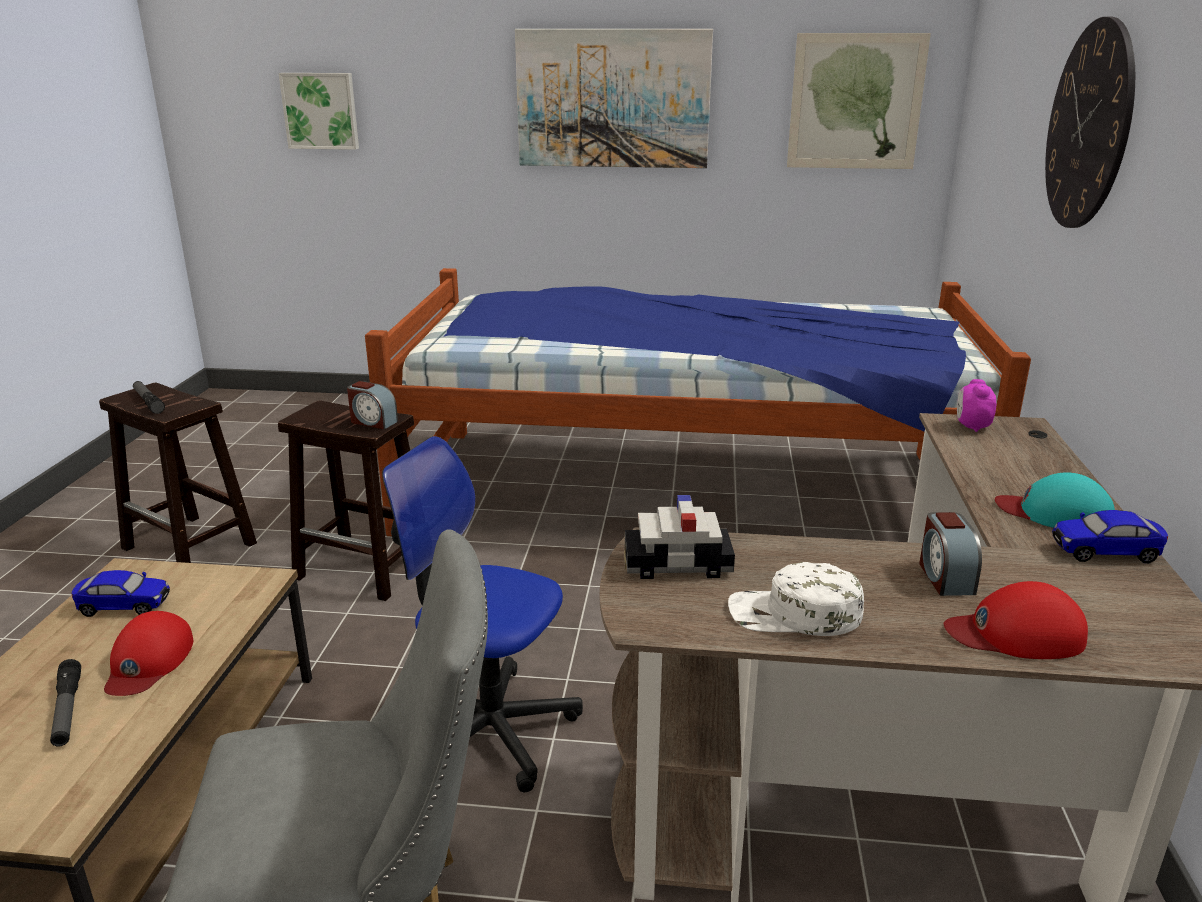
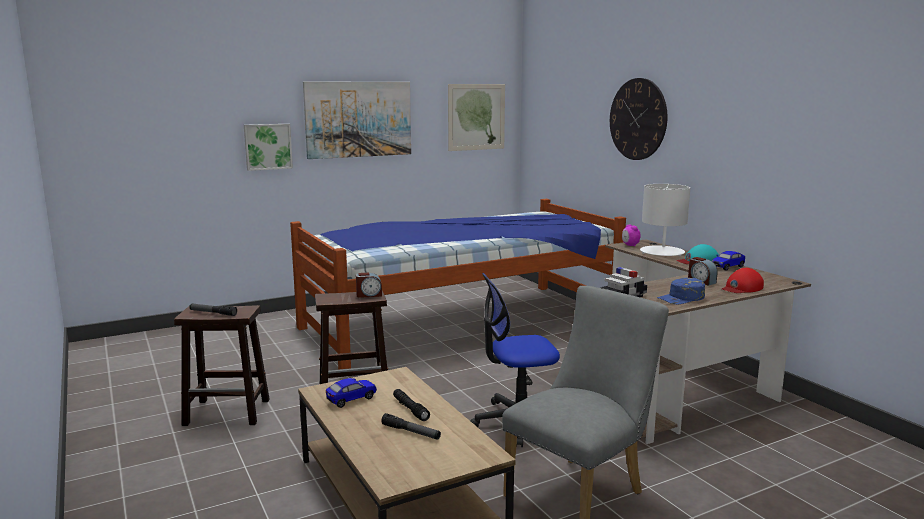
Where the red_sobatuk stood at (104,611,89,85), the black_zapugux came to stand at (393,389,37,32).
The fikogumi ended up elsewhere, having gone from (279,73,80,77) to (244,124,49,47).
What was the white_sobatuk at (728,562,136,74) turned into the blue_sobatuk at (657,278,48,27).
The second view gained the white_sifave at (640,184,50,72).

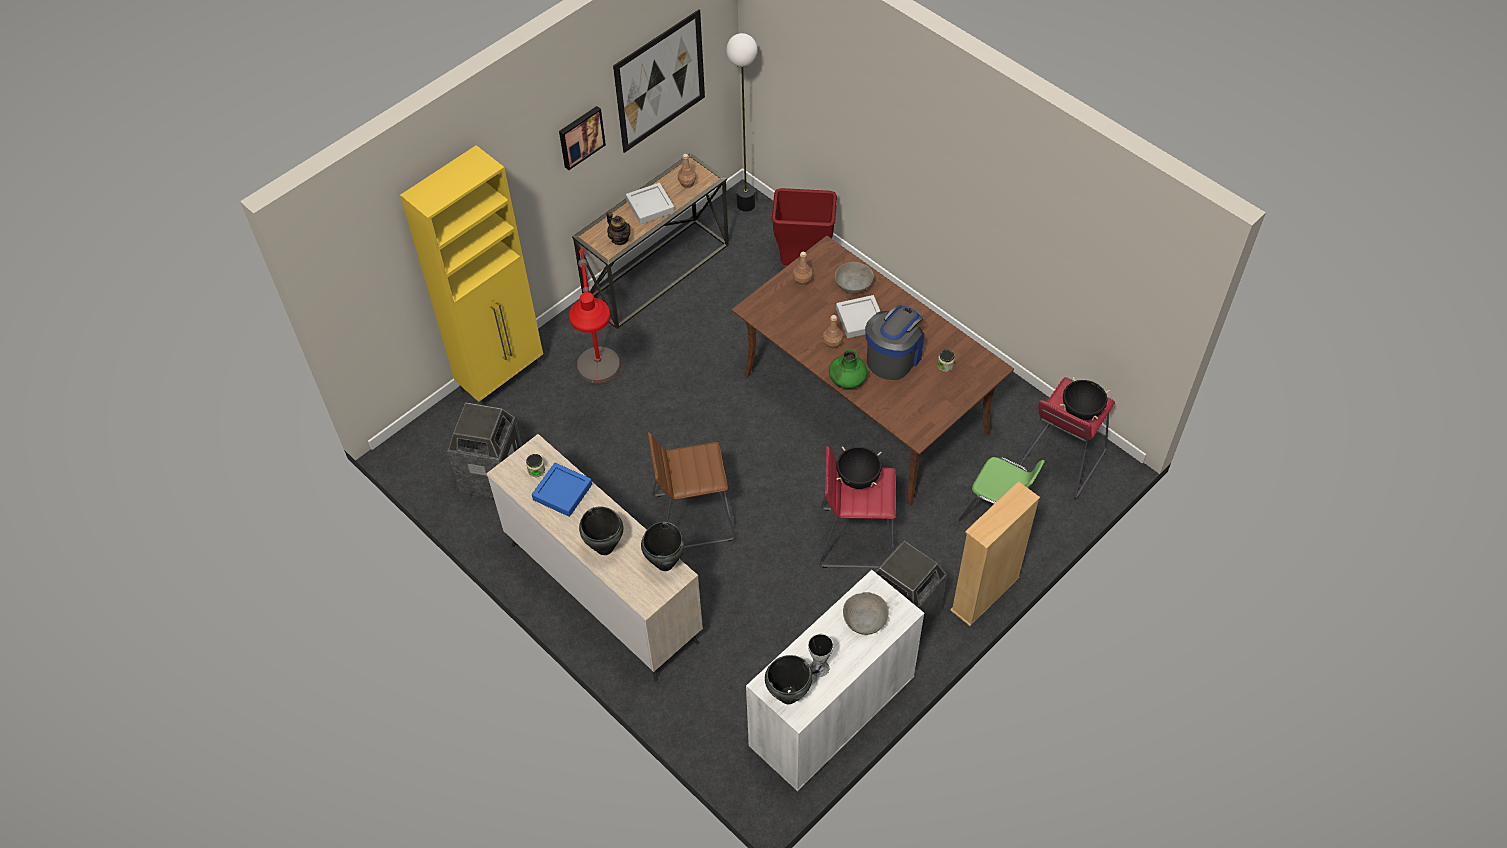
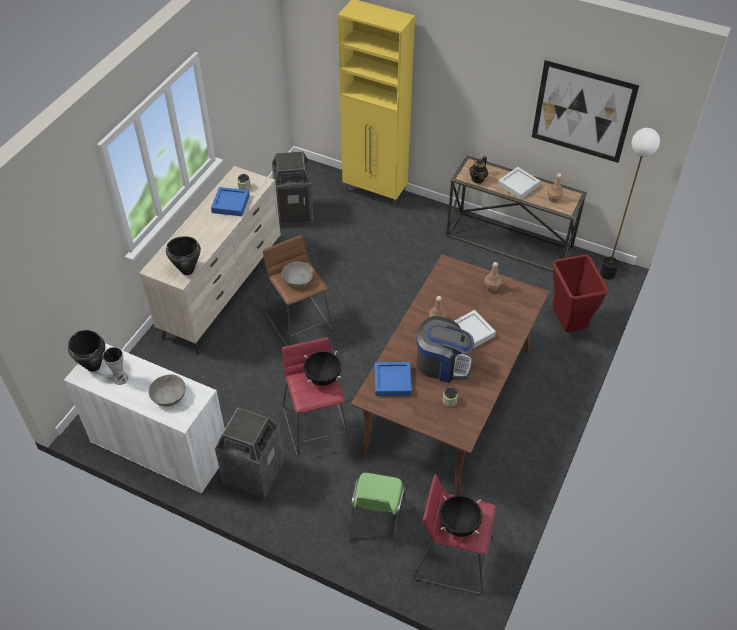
The second view lost the fikogumi at (559,106,47,64).
The second view lost the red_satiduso at (569,248,52,135).
The second view lost the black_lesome at (579,507,44,48).
The second view lost the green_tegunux at (829,349,38,40).
The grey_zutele ended up elsewhere, having gone from (835,262,39,32) to (282,262,31,25).
The second view lost the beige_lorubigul at (950,481,90,145).
The second view gained the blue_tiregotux at (375,362,37,34).

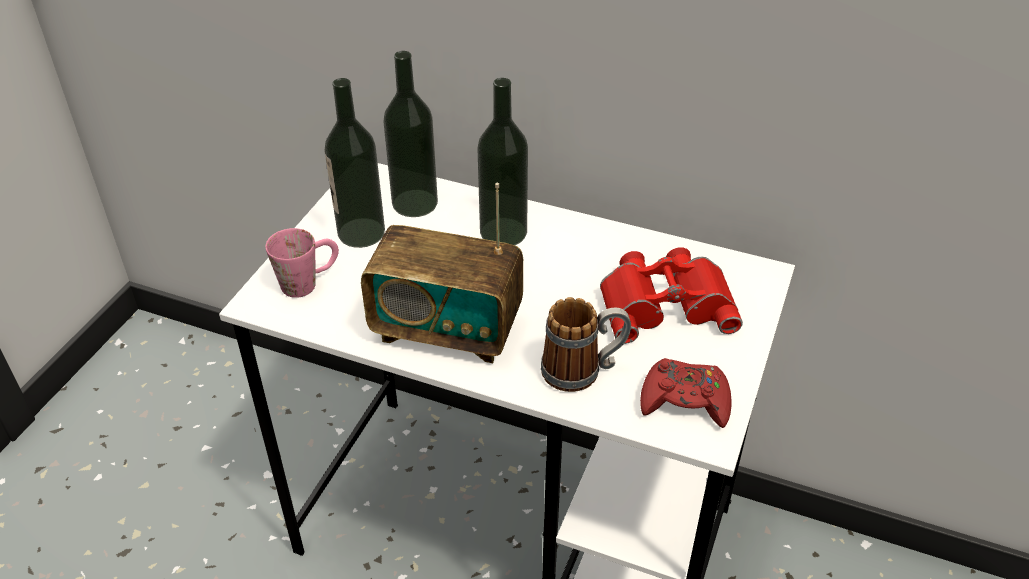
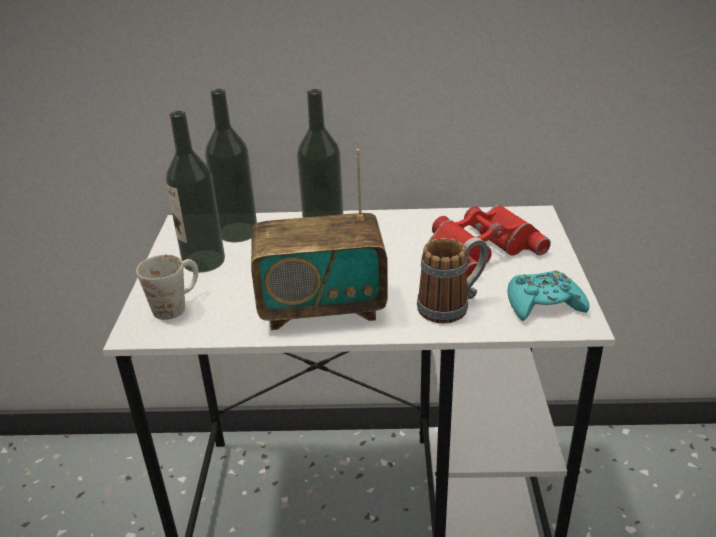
What was the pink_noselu at (266,228,73,70) turned into the white_noselu at (136,255,62,65).
What was the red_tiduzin at (640,358,91,70) turned into the turquoise_tiduzin at (507,270,82,51).

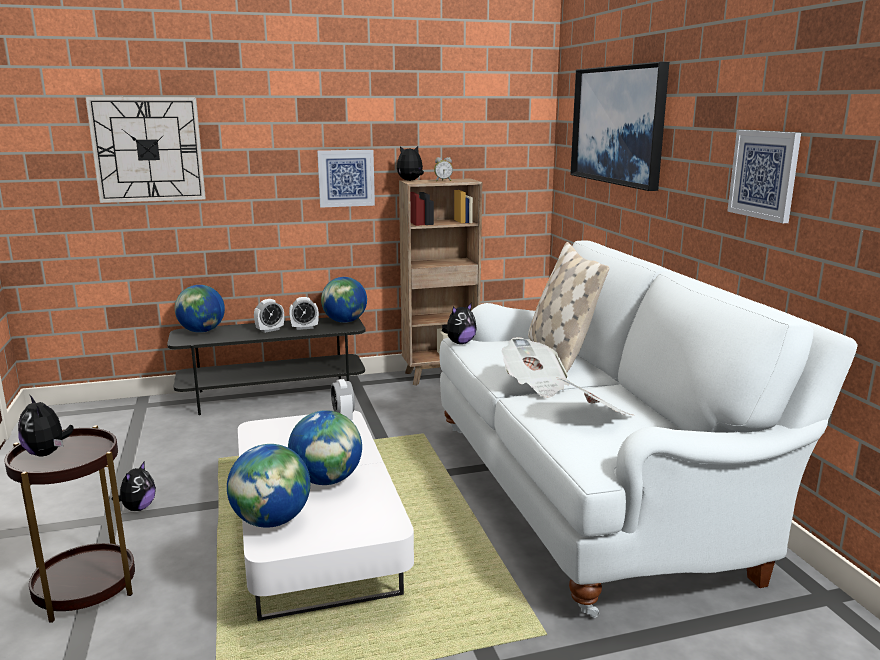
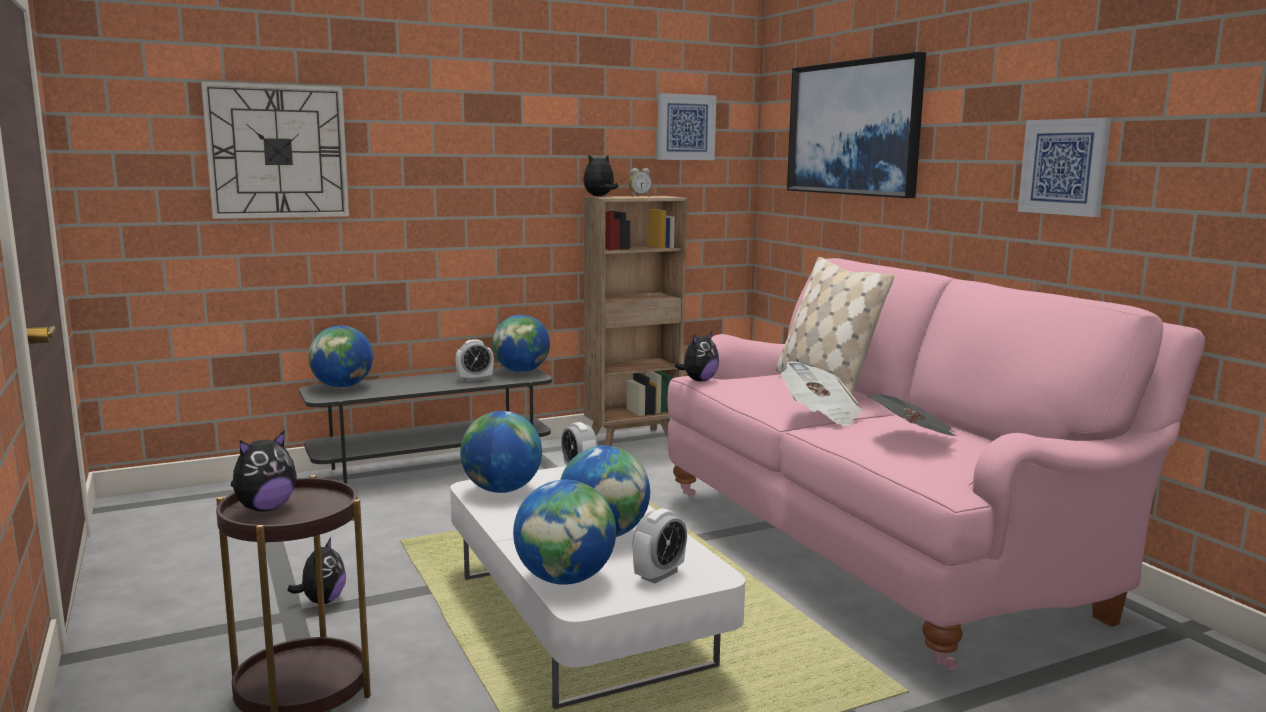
The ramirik at (18,394,56,62) ended up facing another way, 90 degrees counterclockwise from before.
The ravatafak ended up elsewhere, having gone from (254,299,30,34) to (632,508,55,76).
The fikogumi ended up elsewhere, having gone from (317,150,58,58) to (657,93,59,67).
What was the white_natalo at (439,241,419,377) turned into the pink_natalo at (667,258,538,412).
The second view gained the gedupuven at (460,411,82,82).

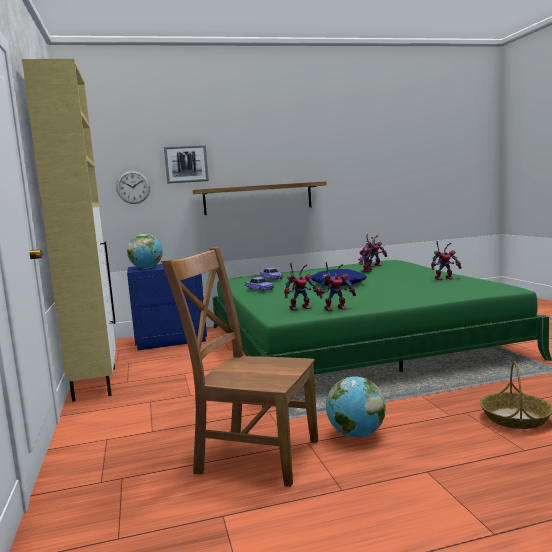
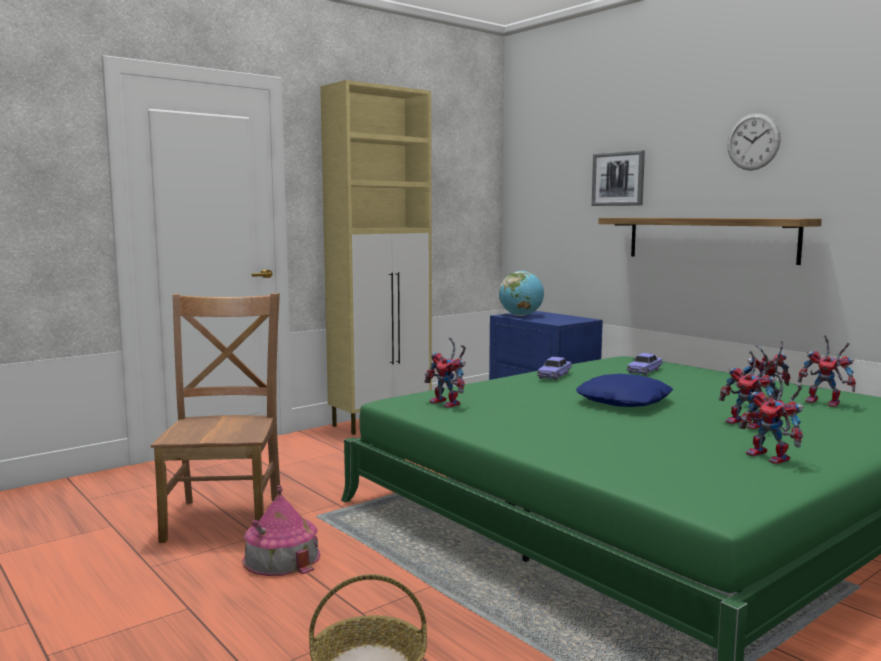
The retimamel ended up elsewhere, having gone from (116,171,34,33) to (727,113,54,58).
The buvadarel ended up elsewhere, having gone from (319,262,37,49) to (719,351,57,79).
Where the gedupuven stood at (326,376,60,62), the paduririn came to stand at (243,485,78,91).

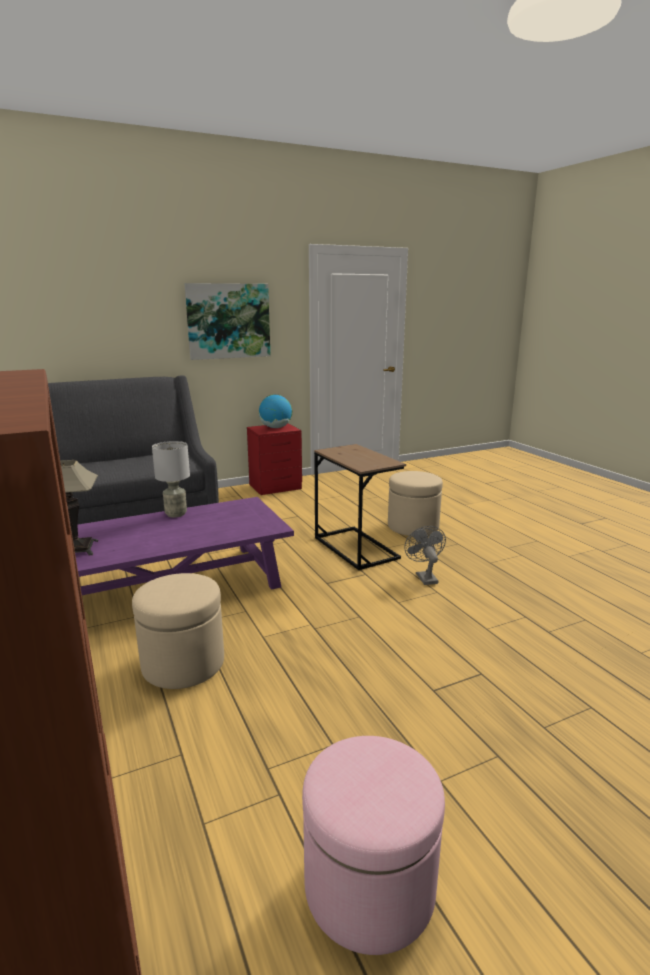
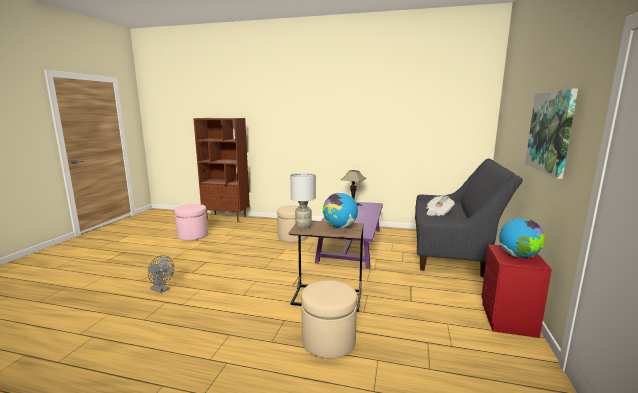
The grey_sifave ended up elsewhere, having gone from (152,441,38,76) to (290,173,26,56).
The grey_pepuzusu ended up elsewhere, having gone from (405,526,41,59) to (148,255,26,38).
The second view gained the gedupuven at (323,193,35,35).
The second view gained the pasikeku at (426,195,29,21).

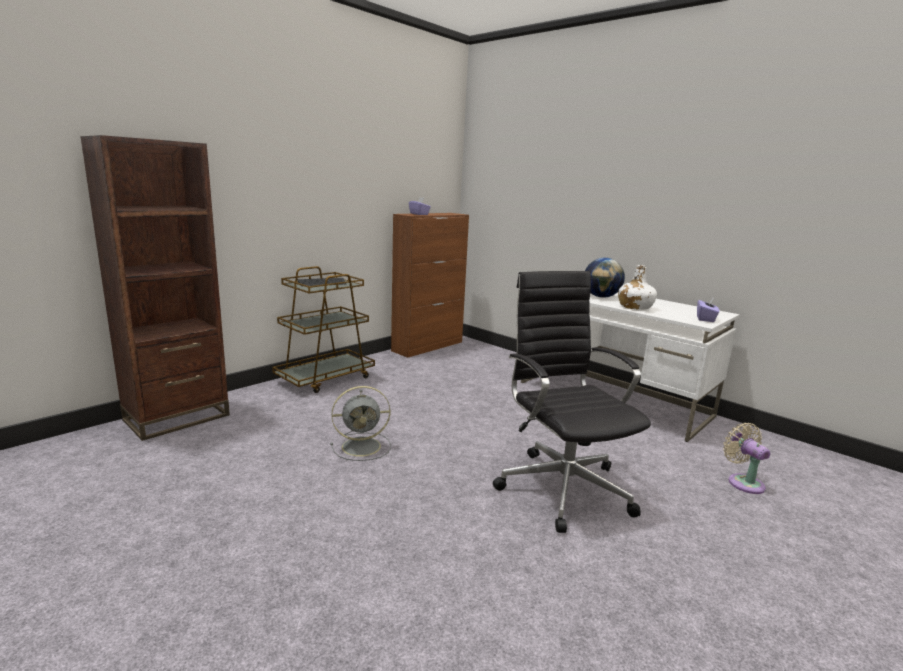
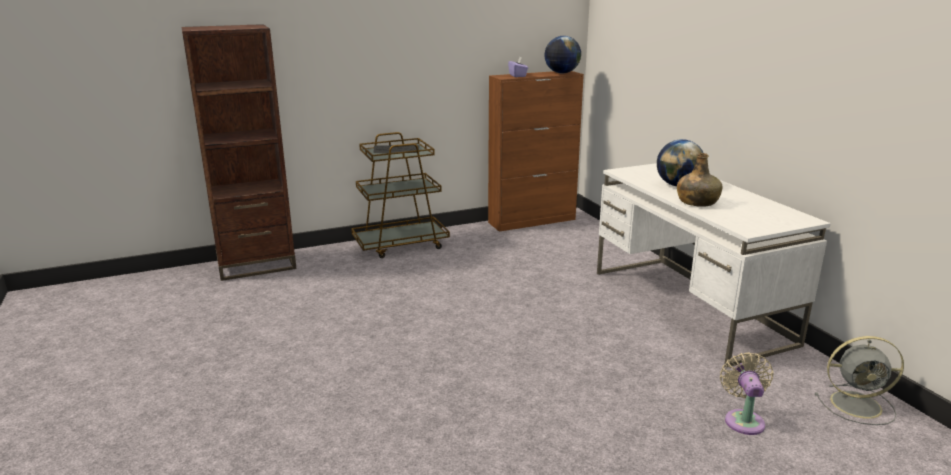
The grey_pepuzusu ended up elsewhere, having gone from (330,386,61,75) to (815,336,89,89).
The second view lost the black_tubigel at (493,271,158,262).
What was the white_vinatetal at (618,265,39,45) turned into the green_vinatetal at (677,153,46,54).
The second view lost the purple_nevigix at (697,298,22,24).
The second view gained the gedupuven at (544,36,37,38).

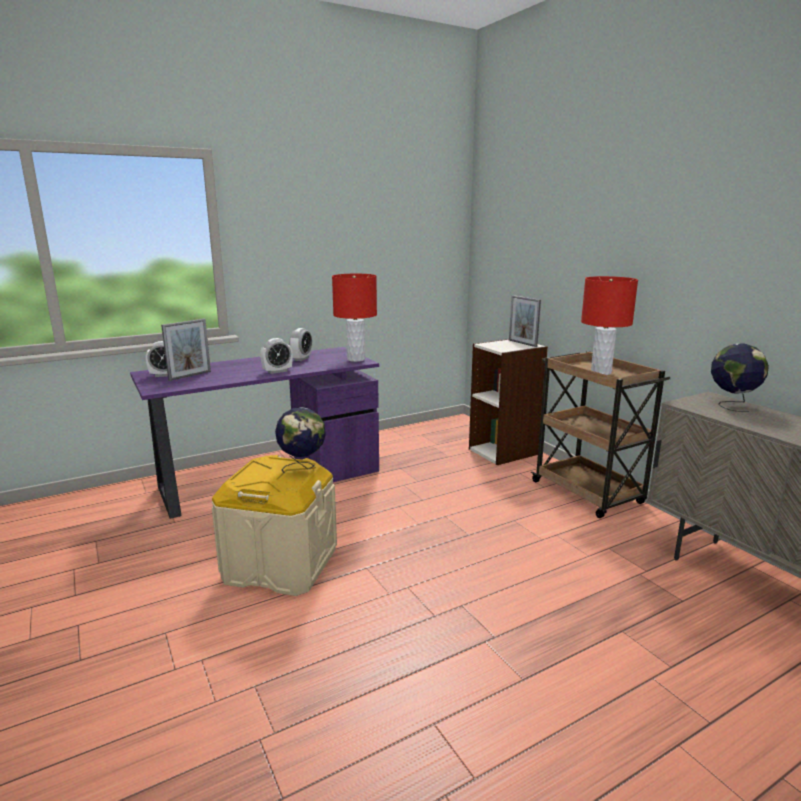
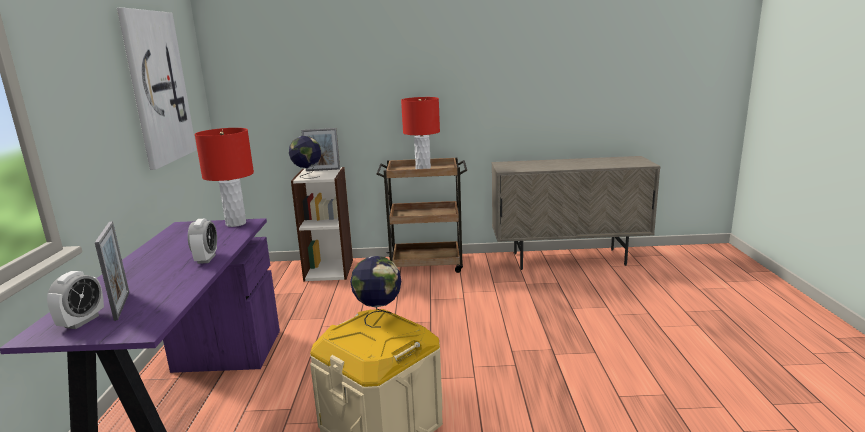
The second view lost the ravatafak at (289,328,23,33).
The gedupuven ended up elsewhere, having gone from (711,344,58,68) to (289,136,32,43).
The second view gained the fikogumi at (117,8,79,162).

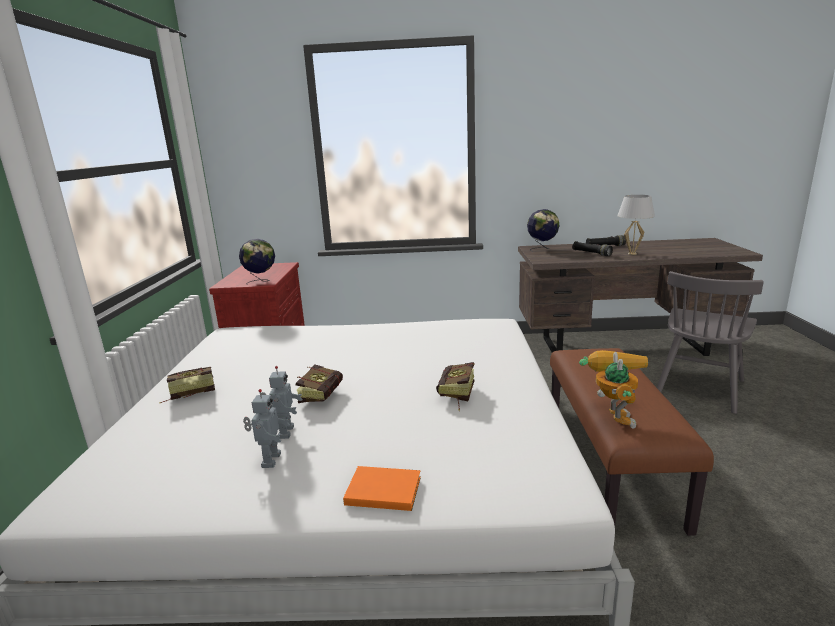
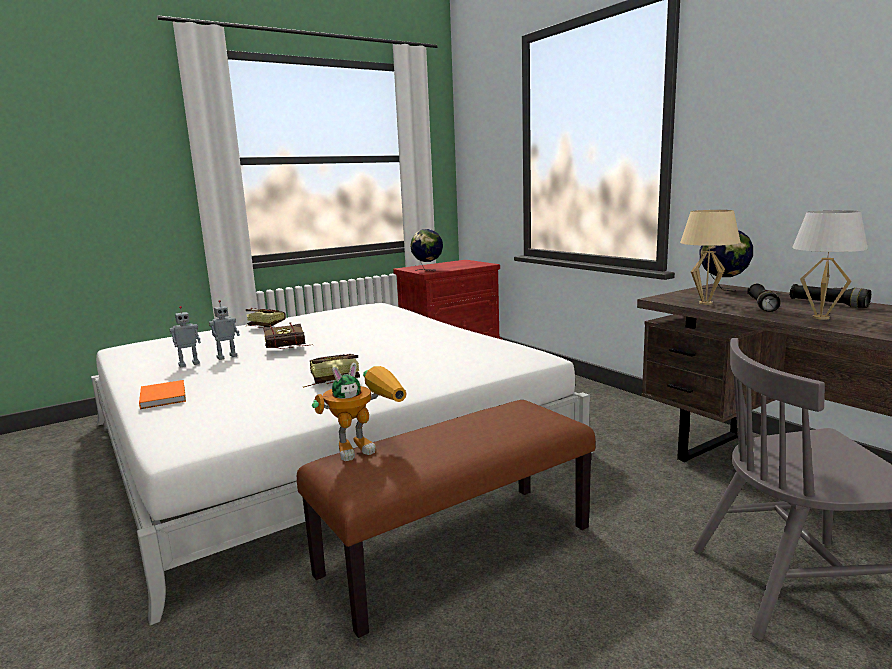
The second view gained the beige_sifave at (680,210,61,95).

